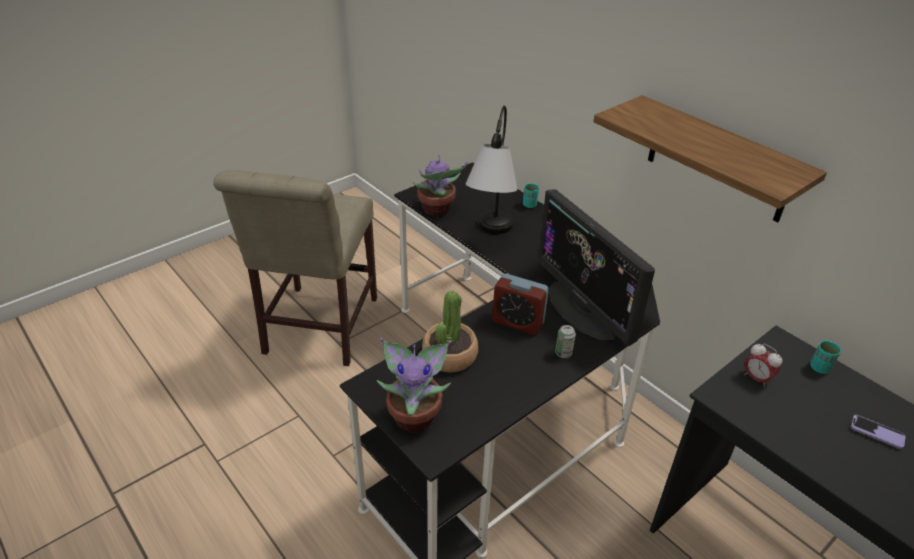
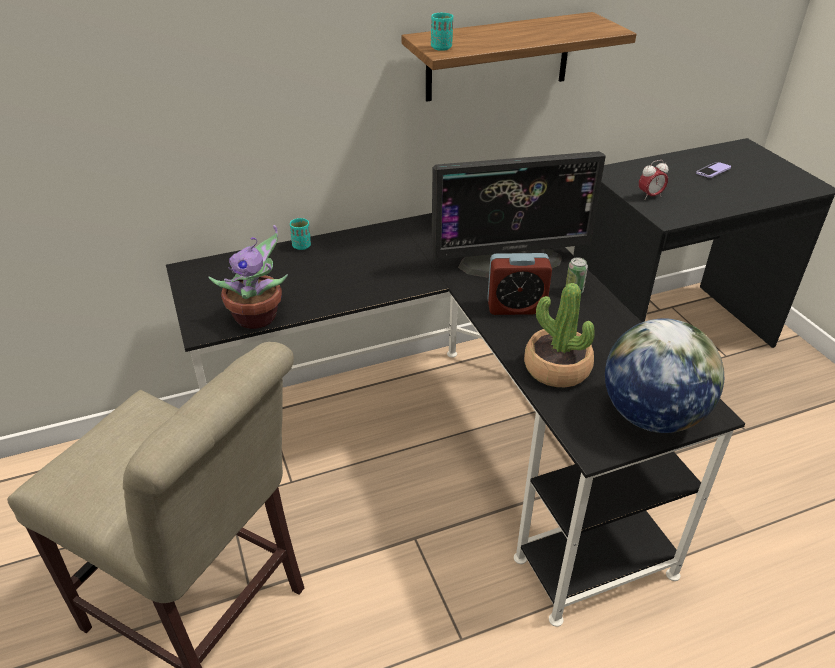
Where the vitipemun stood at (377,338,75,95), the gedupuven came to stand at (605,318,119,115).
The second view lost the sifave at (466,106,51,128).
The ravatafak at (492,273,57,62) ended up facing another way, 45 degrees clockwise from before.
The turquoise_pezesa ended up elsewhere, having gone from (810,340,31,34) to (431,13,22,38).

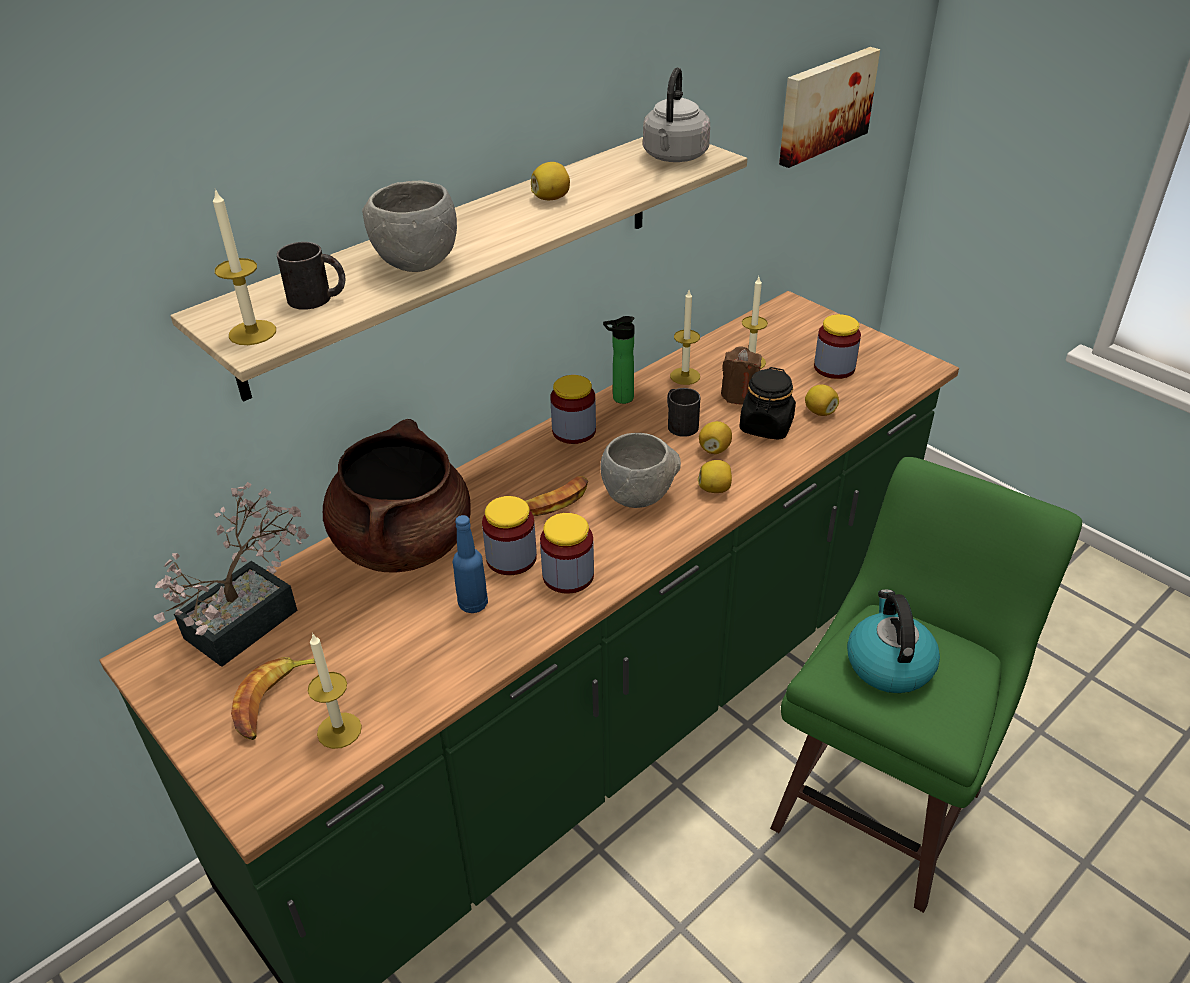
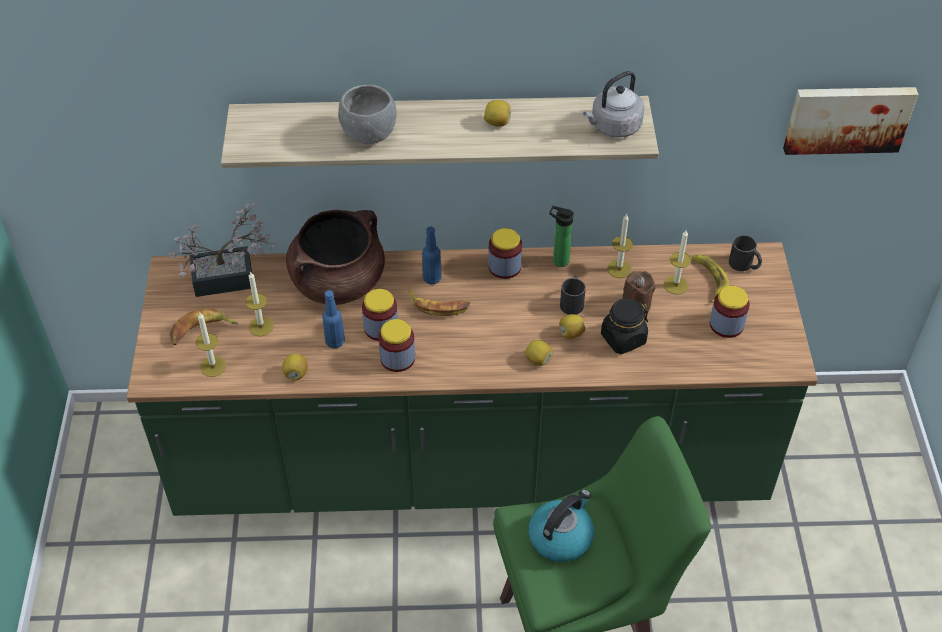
The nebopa ended up elsewhere, having gone from (213,189,63,156) to (245,271,29,65).
The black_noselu ended up elsewhere, having gone from (277,242,68,68) to (729,235,33,36).
The second view lost the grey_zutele at (600,433,81,75).
The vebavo ended up elsewhere, having gone from (805,385,34,31) to (282,354,26,26).
The second view gained the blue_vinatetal at (422,226,19,59).
The second view gained the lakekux at (692,255,37,48).

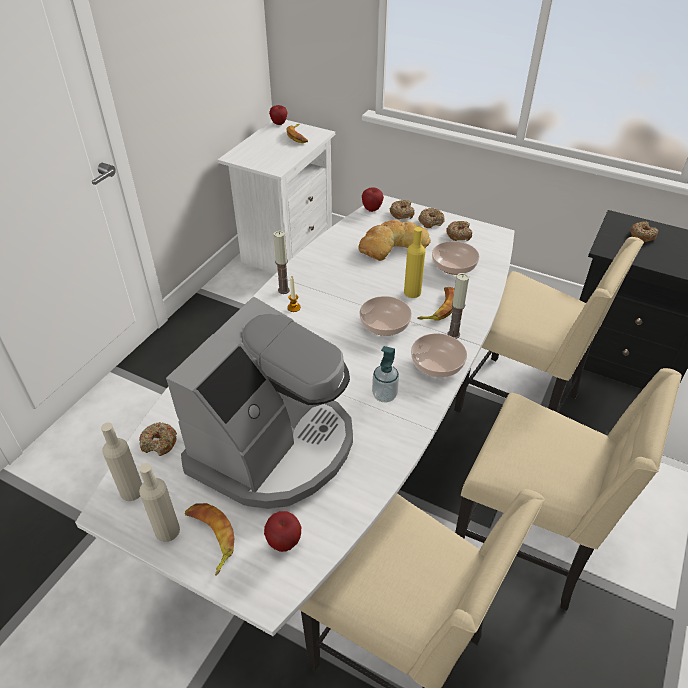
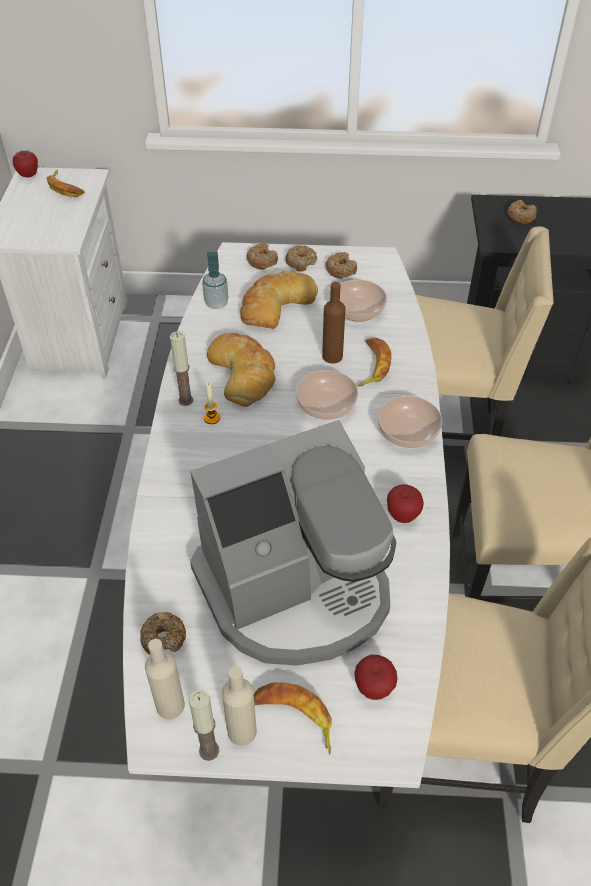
The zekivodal at (166,297,187,212) ended up facing another way, 60 degrees clockwise from before.
The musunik ended up elsewhere, having gone from (362,187,22,25) to (387,484,37,39).
The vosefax ended up elsewhere, having gone from (372,346,27,57) to (202,252,27,57).
What was the yellow_vinatetal at (404,227,21,71) turned into the brown_vinatetal at (322,282,23,82).
The nebopa ended up elsewhere, having gone from (448,273,21,66) to (189,690,30,71).
The second view gained the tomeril at (207,333,68,74).

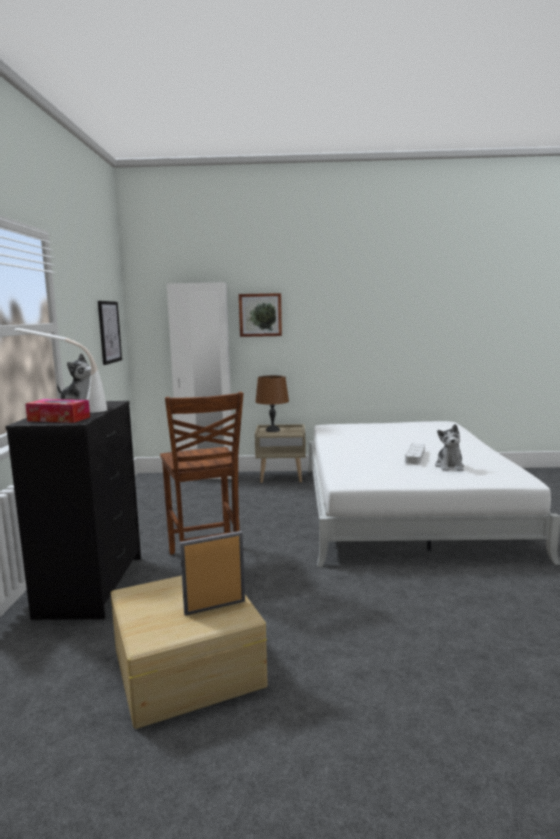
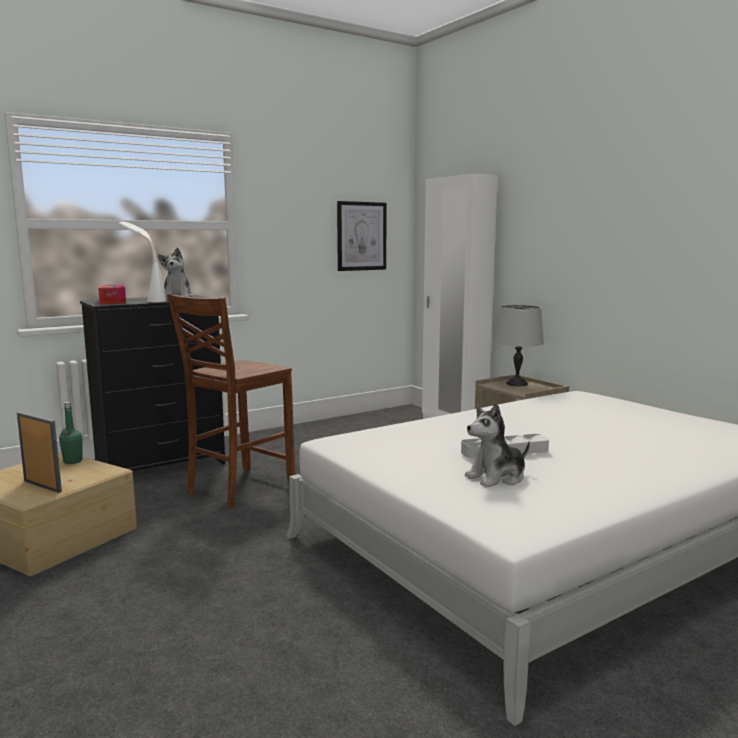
The second view lost the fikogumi at (239,293,43,44).
What was the brown_sifave at (255,375,34,57) turned into the grey_sifave at (494,305,50,81).
The second view gained the green_vinatetal at (59,402,23,62).

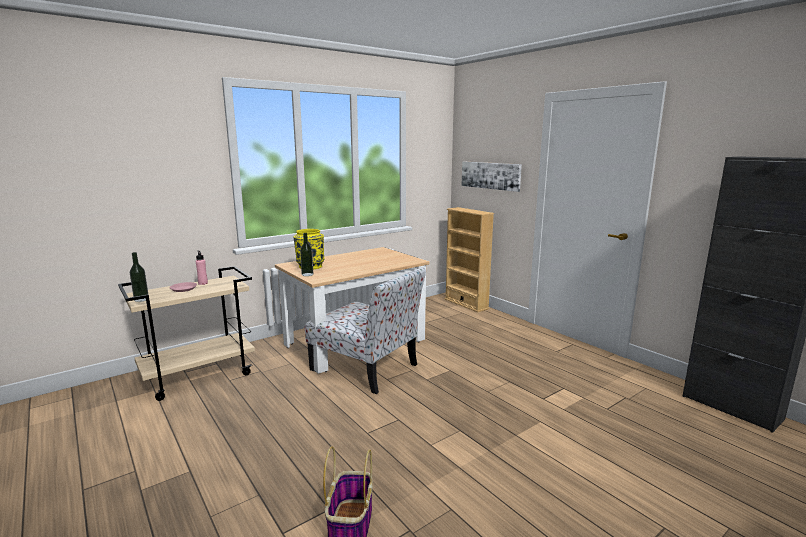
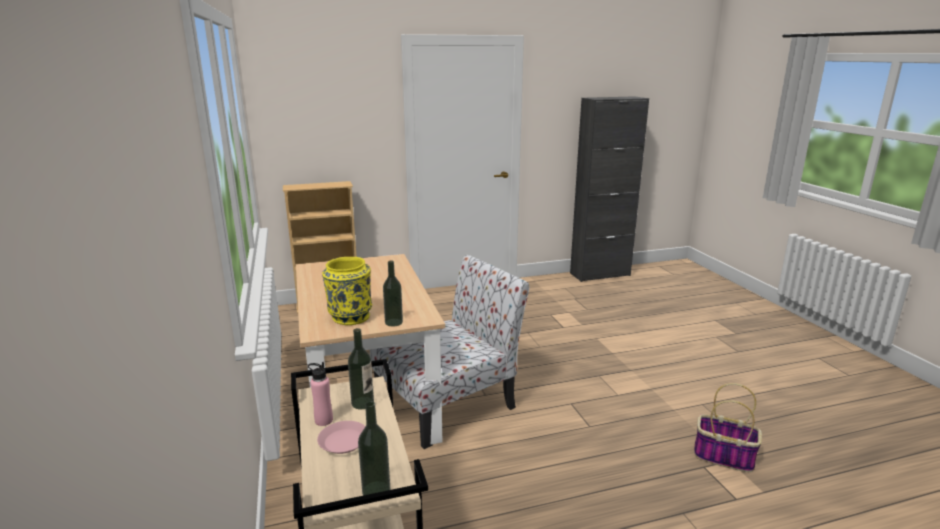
The second view lost the fikogumi at (461,162,61,30).
The second view gained the vinatetal at (348,328,26,82).

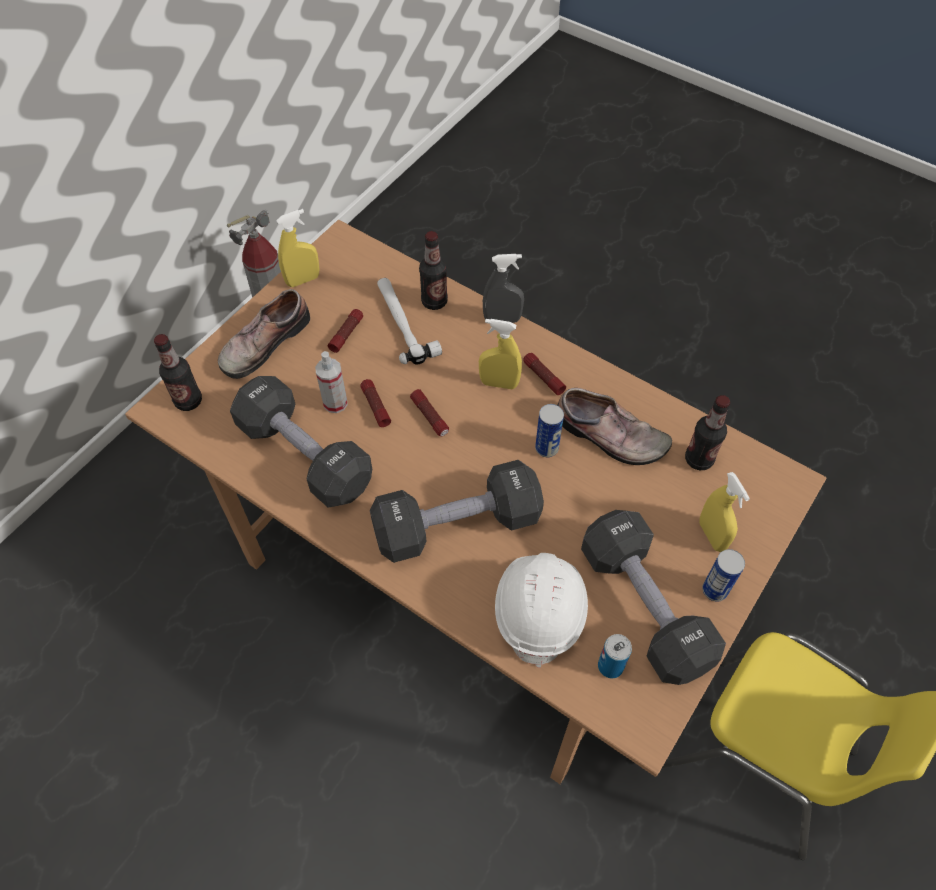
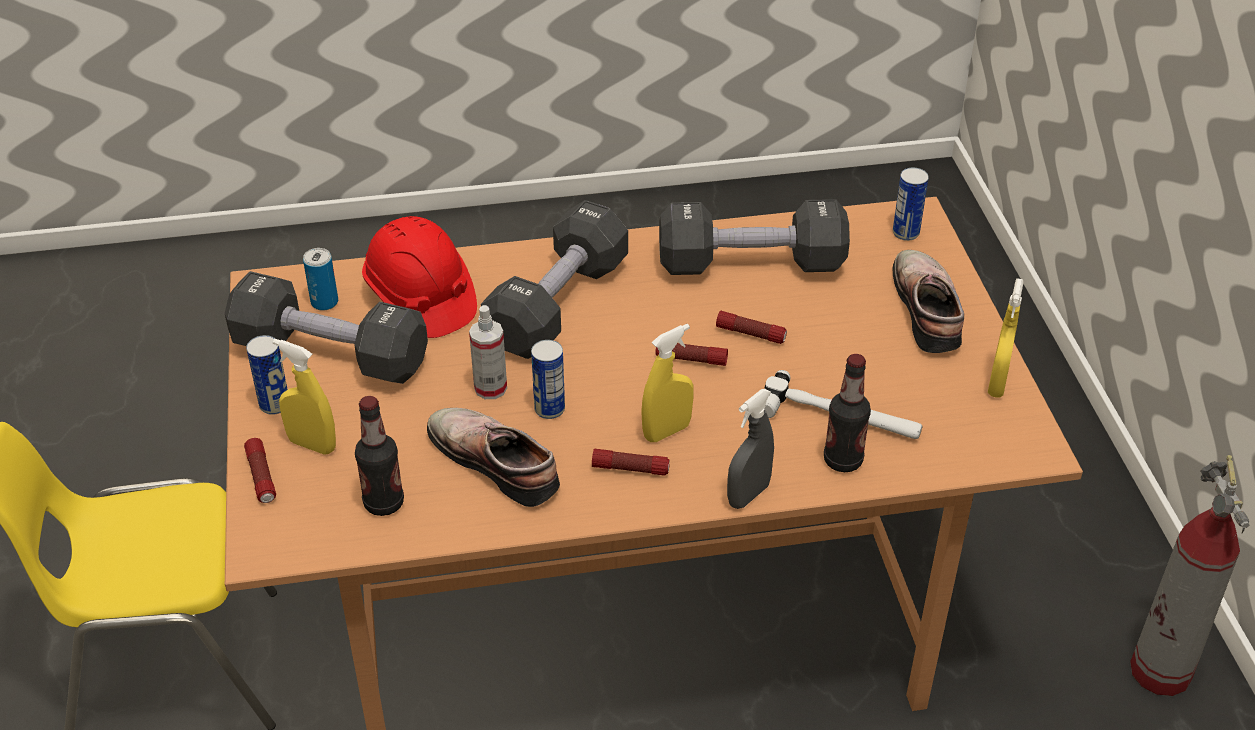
Where the vinatetal stood at (154,334,48,77), the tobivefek came to stand at (893,168,36,73).
The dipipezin ended up elsewhere, having gone from (315,351,33,62) to (469,305,38,94).
The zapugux ended up elsewhere, having gone from (328,309,35,44) to (244,438,32,65).
What was the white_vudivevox at (495,553,93,115) turned into the red_vudivevox at (362,216,115,122).
The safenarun at (558,388,114,77) ended up facing another way, 60 degrees clockwise from before.

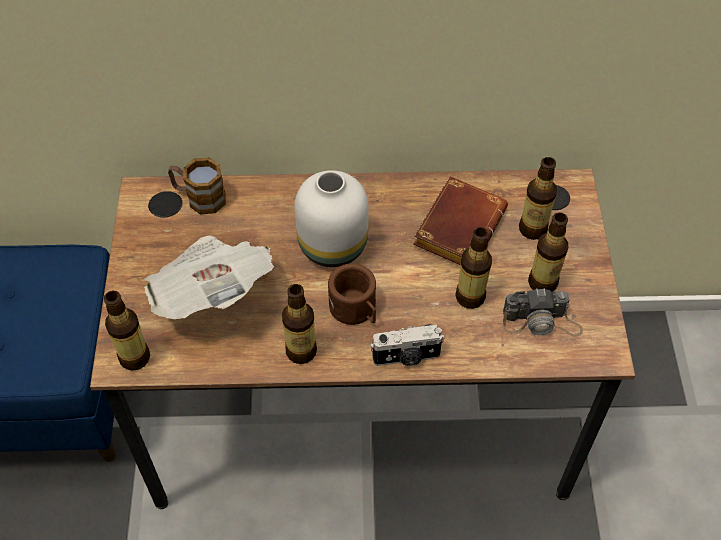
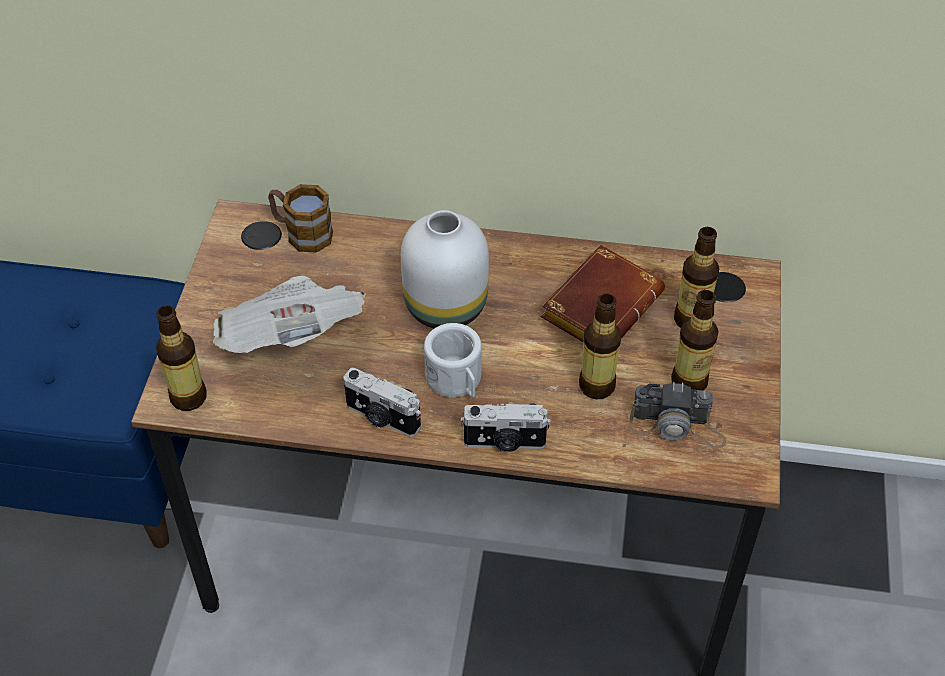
Where the vinatetal stood at (282,284,35,80), the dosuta came to stand at (343,367,78,70).
What was the brown_noselu at (328,263,48,62) turned into the white_noselu at (424,323,58,74).

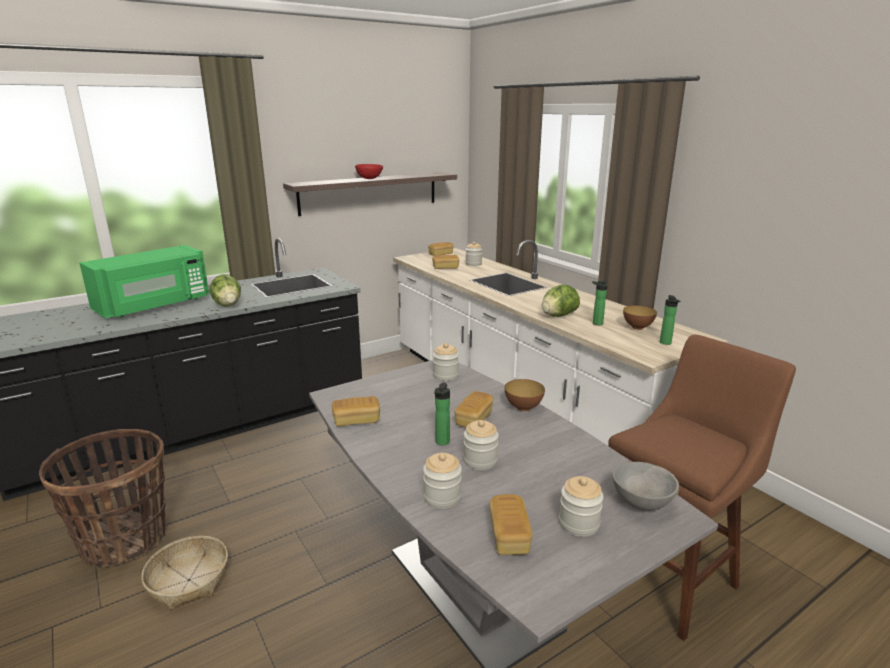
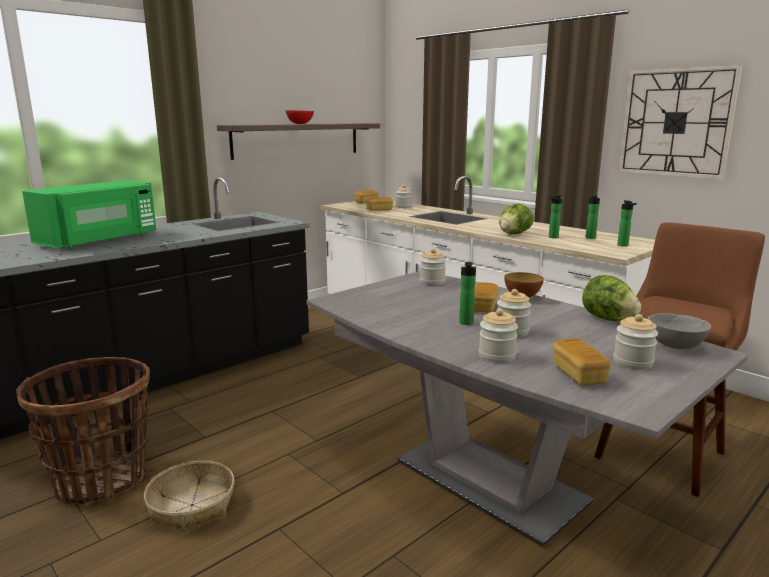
The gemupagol ended up elsewhere, having gone from (209,274,32,33) to (582,275,59,46).
The second view lost the tomeril at (332,396,48,30).
Where the zutele stood at (623,306,34,24), the vinatetal came to stand at (586,195,14,44).
The second view gained the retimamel at (618,64,124,116).

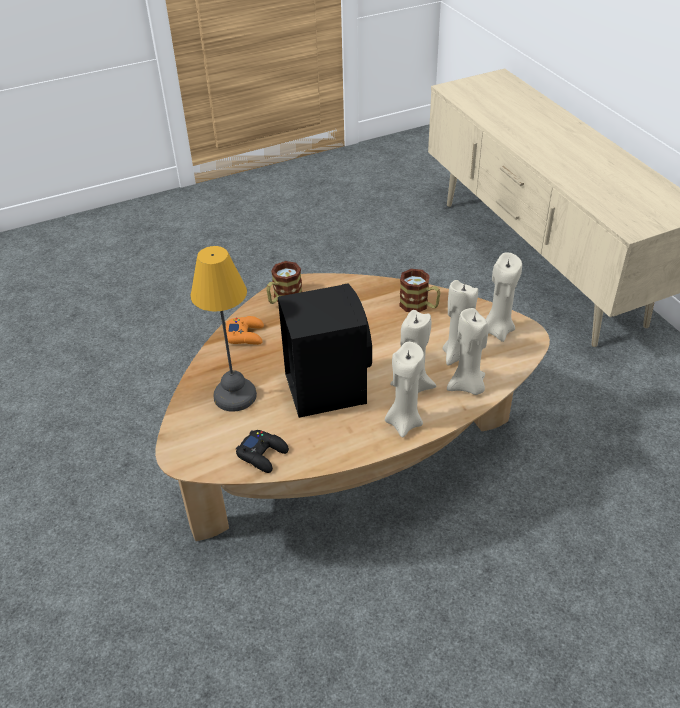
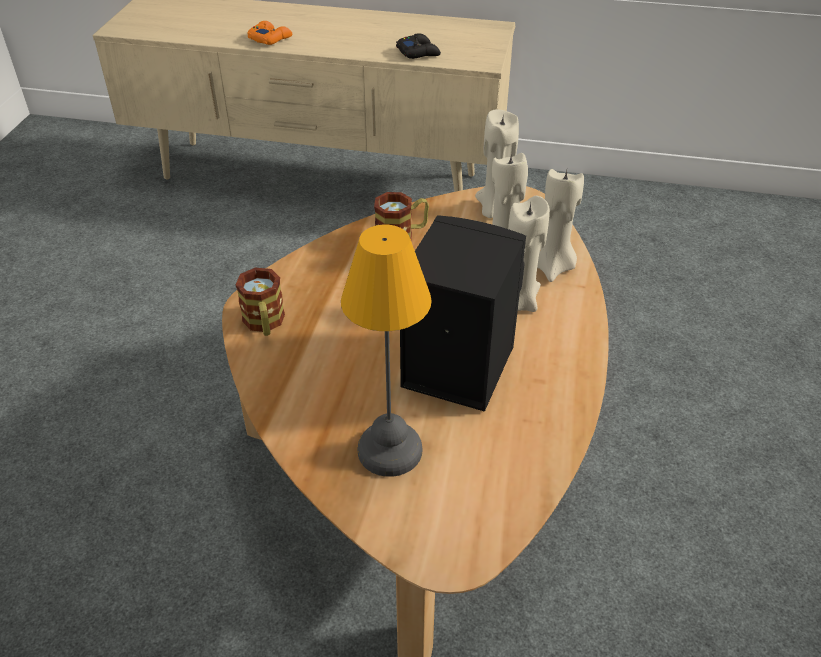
The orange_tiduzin ended up elsewhere, having gone from (226,316,38,29) to (247,21,45,24).
The black_tiduzin ended up elsewhere, having gone from (236,430,53,43) to (396,34,45,25).
The second view lost the beige_nebopa at (385,342,39,96).

